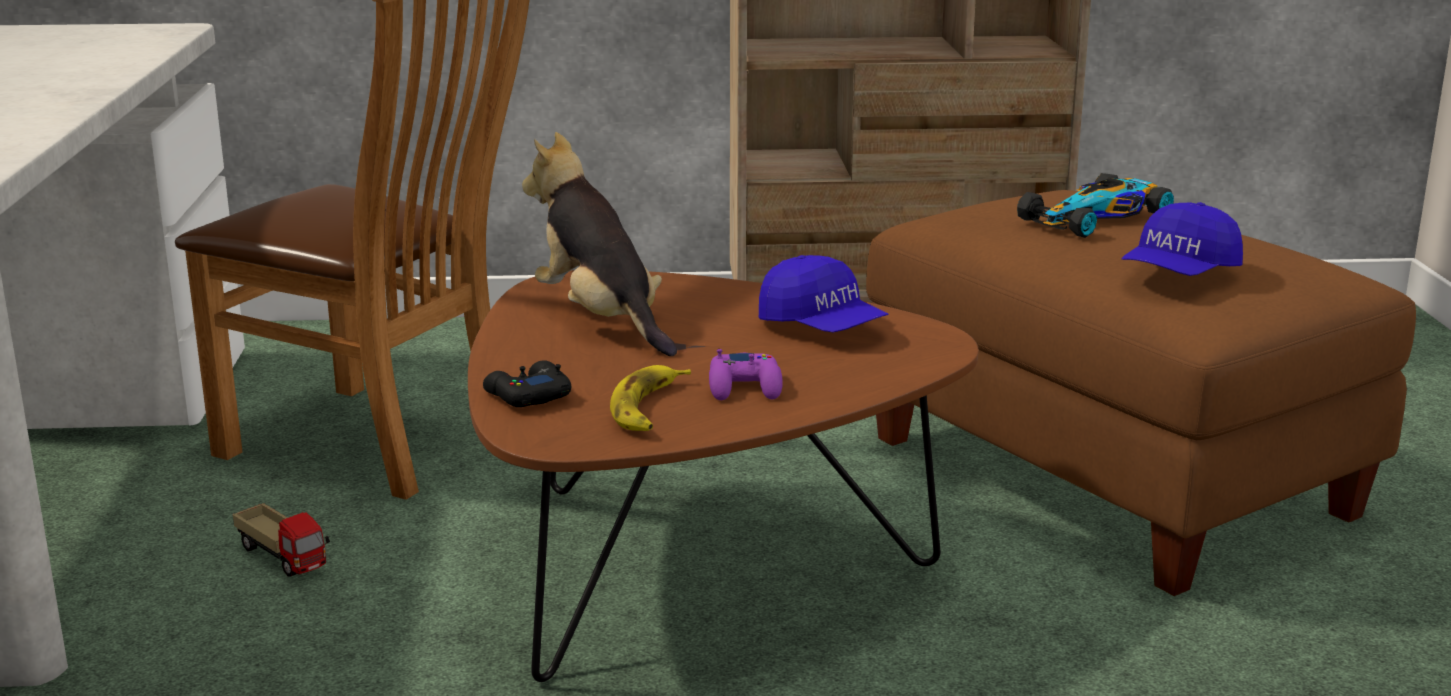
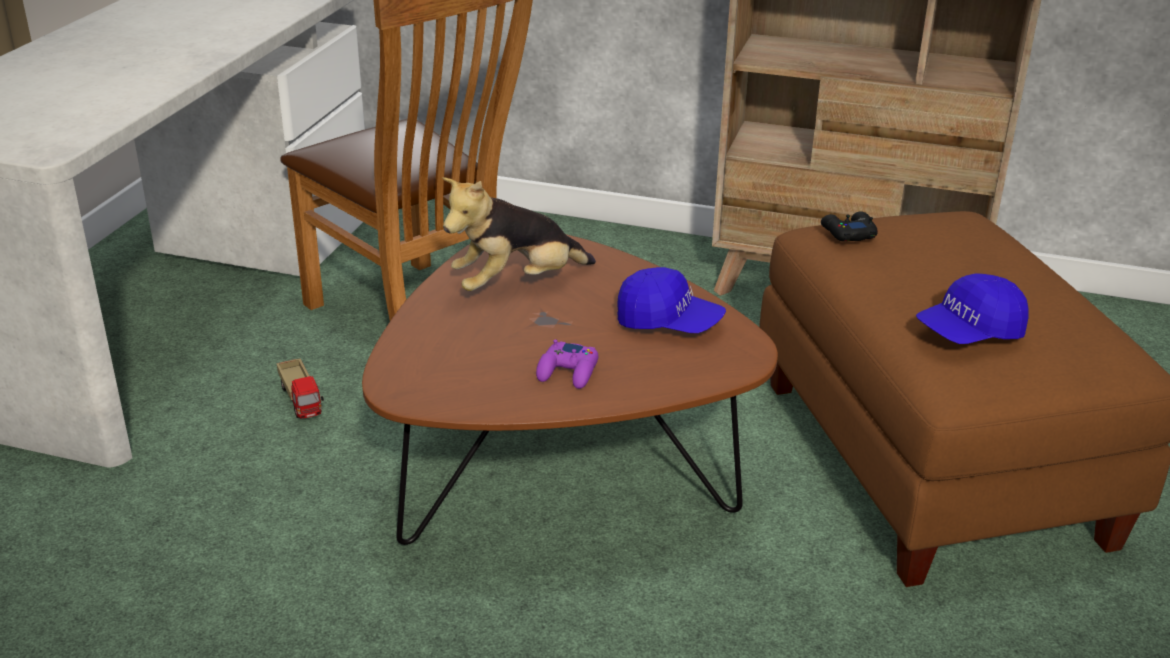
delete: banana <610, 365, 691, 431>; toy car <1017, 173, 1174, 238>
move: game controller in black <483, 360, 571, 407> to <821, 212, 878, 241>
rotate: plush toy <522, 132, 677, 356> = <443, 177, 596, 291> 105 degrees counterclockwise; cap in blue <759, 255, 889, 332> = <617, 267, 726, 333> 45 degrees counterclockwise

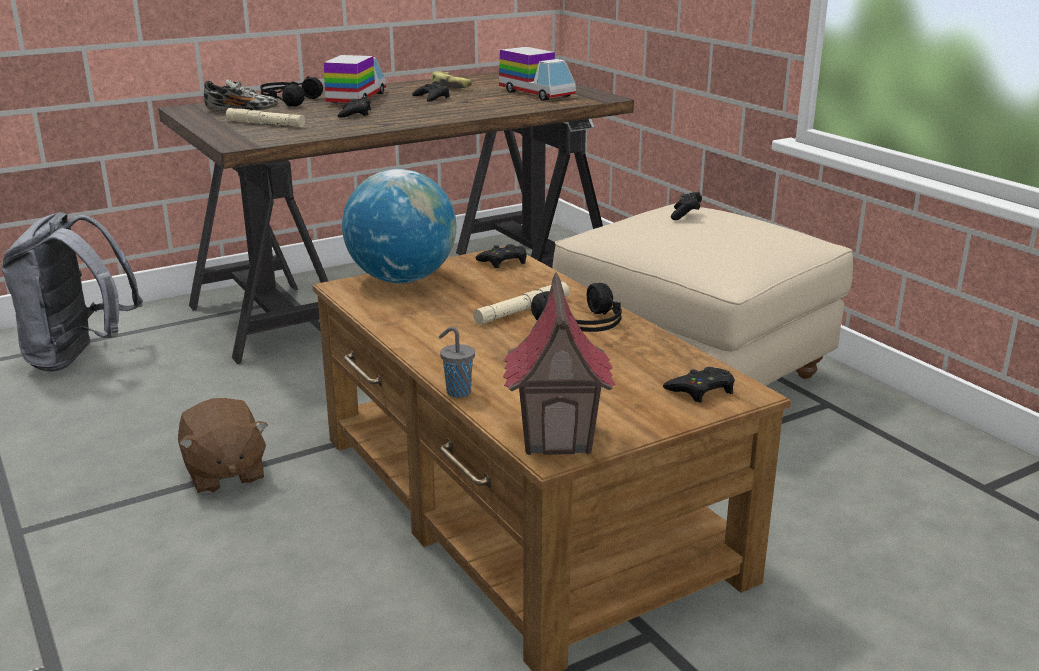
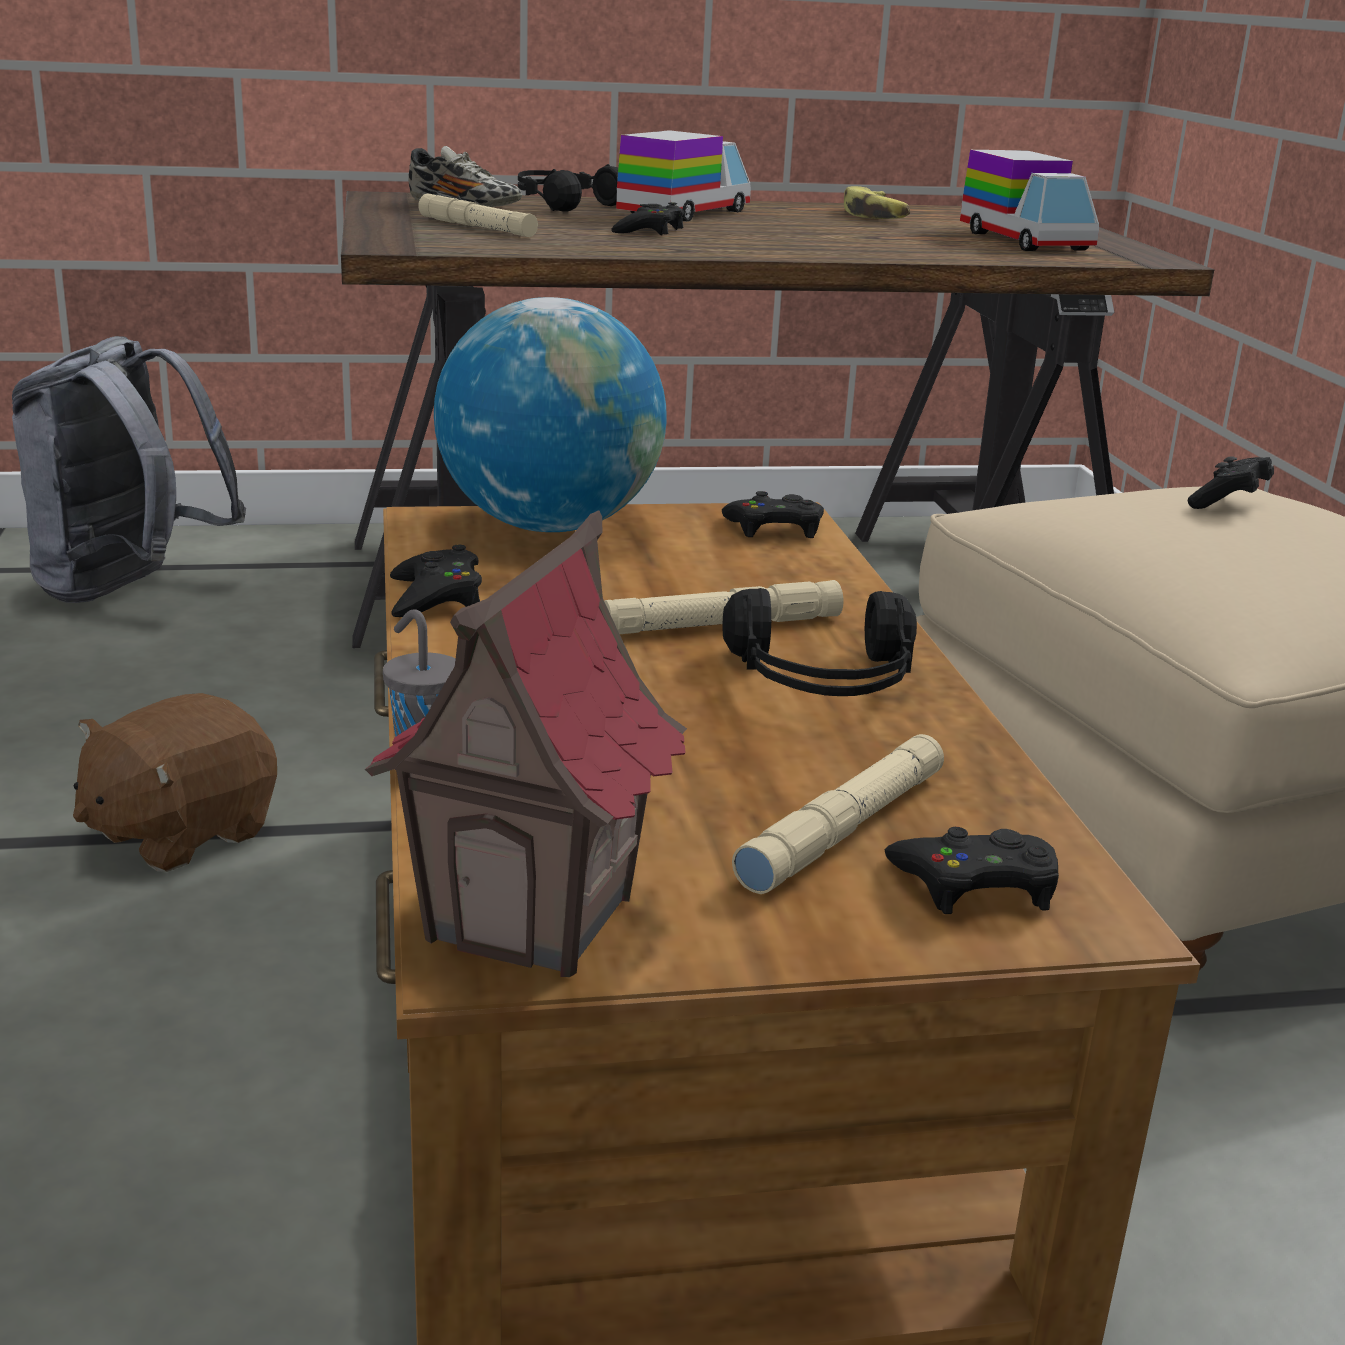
insert: flashlight in beige <732, 734, 944, 894>
move: game controller in black <412, 81, 450, 102> to <390, 545, 482, 617>
rotate: plush toy in brown <178, 398, 268, 494> = <73, 693, 277, 872> 45 degrees clockwise

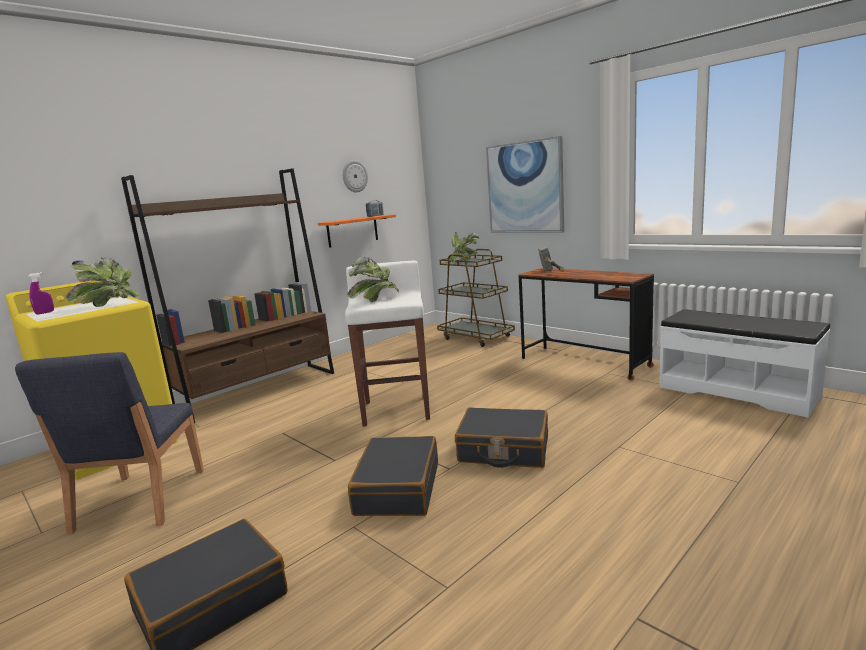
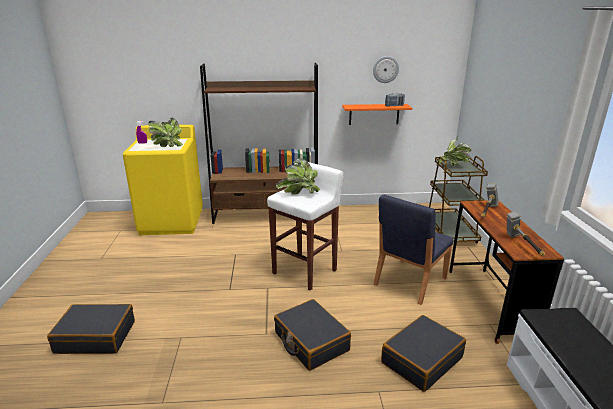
delete: picture <486, 136, 564, 233>
insert: hammer <507, 211, 545, 256>
move: chair in blue <15, 352, 204, 534> to <373, 195, 453, 305>; suitcase in black <348, 436, 438, 516> to <381, 315, 466, 392>

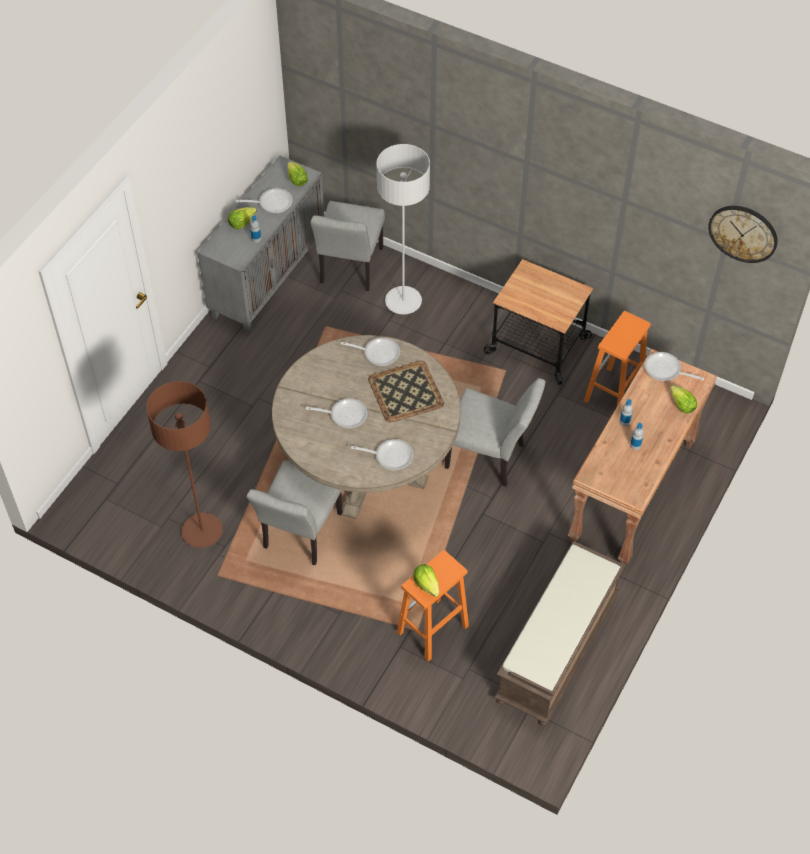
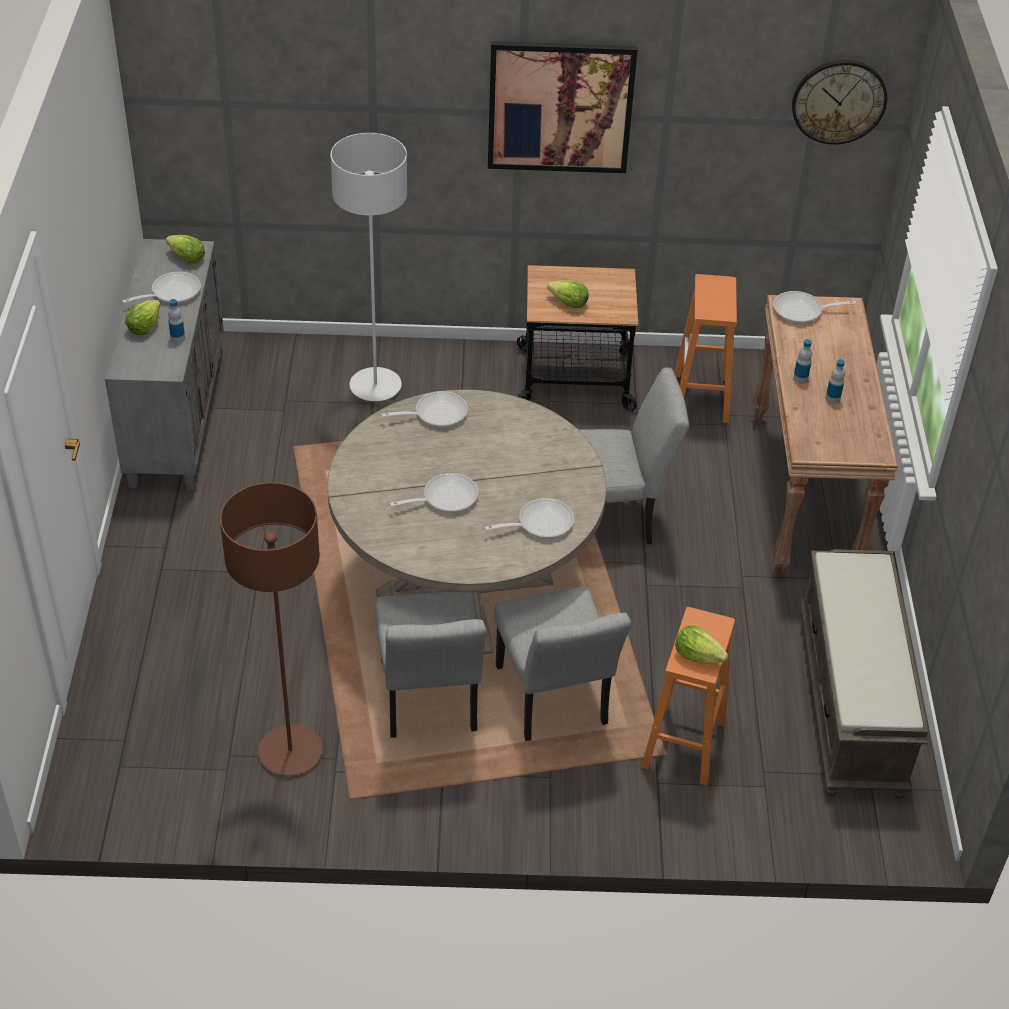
delete: tray <368, 361, 444, 423>
insert: picture <488, 41, 638, 173>
move: chair in grey <311, 201, 385, 291> to <494, 586, 631, 741>; lettuce <670, 385, 697, 413> to <547, 280, 589, 308>

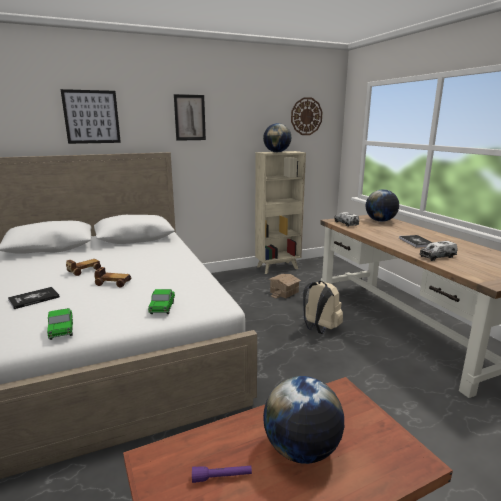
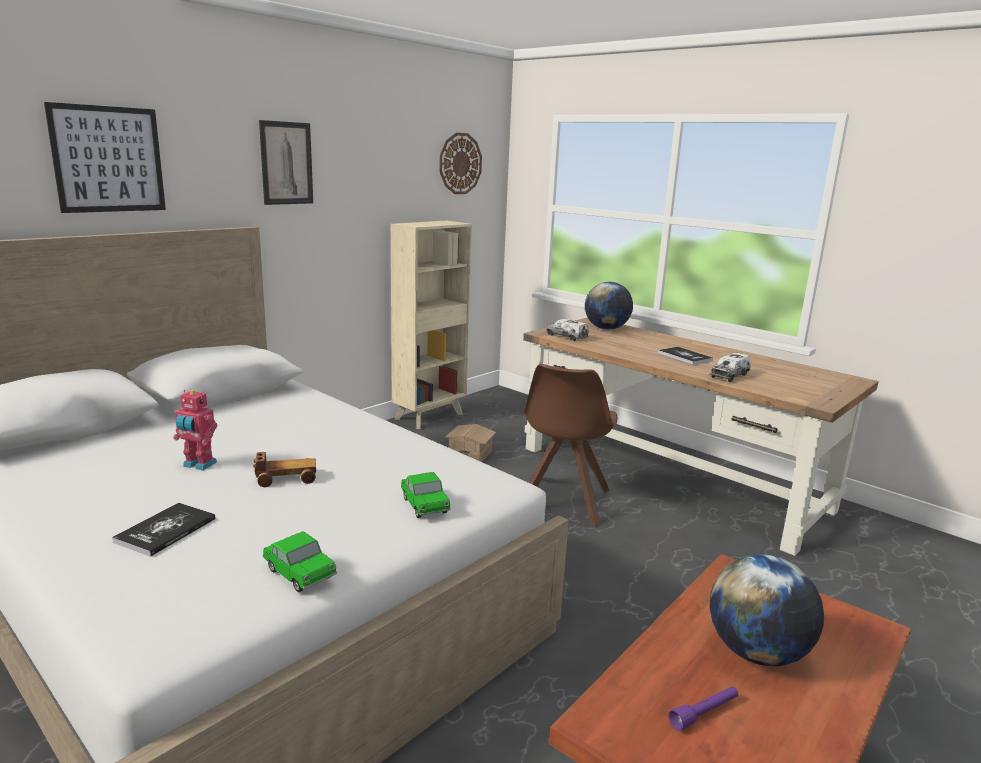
delete: globe <263, 123, 291, 152>
replace: toy car <66, 259, 101, 276> to toy robot <173, 390, 217, 470>; backpack in beige <303, 281, 343, 334> to chair in brown <524, 364, 618, 527>

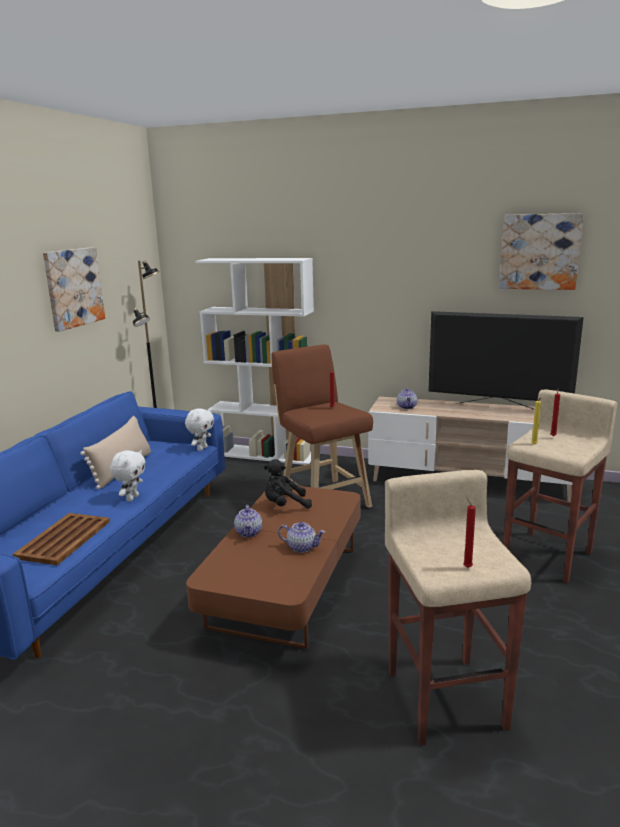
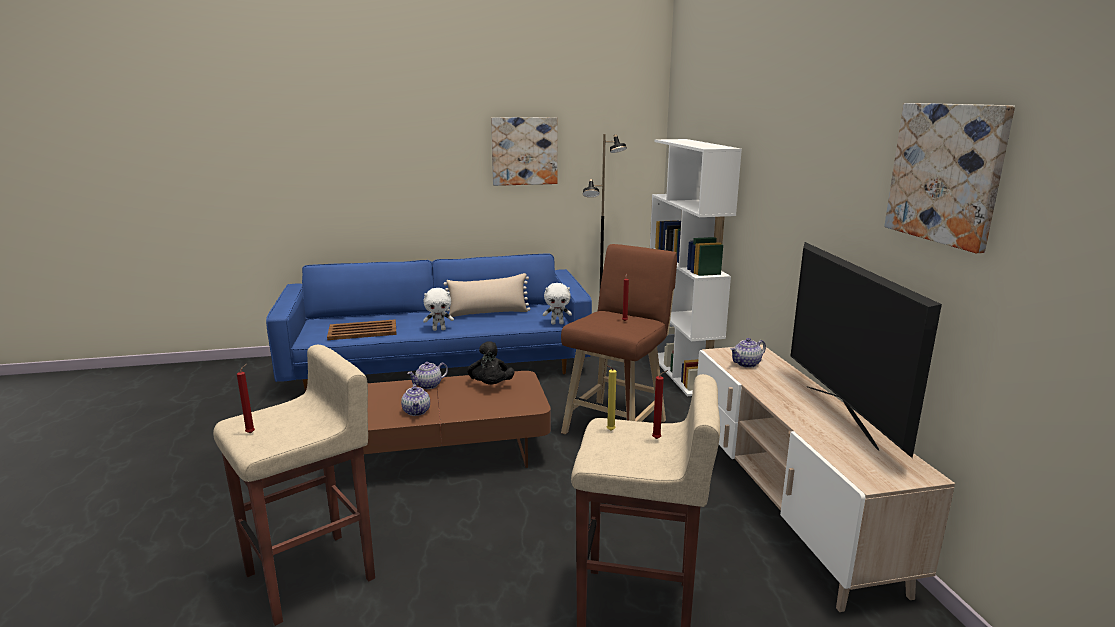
rotate: plush toy in black <264, 459, 312, 509> = <467, 341, 514, 385> 150 degrees counterclockwise

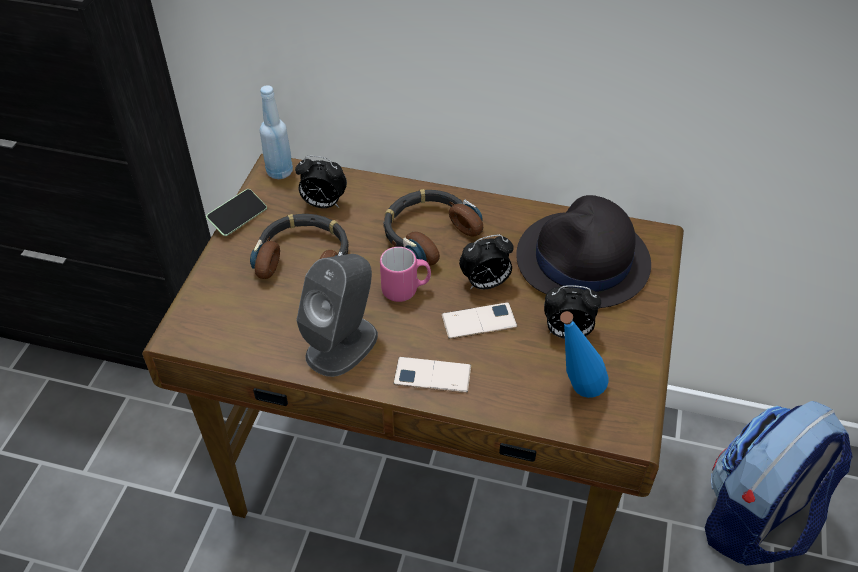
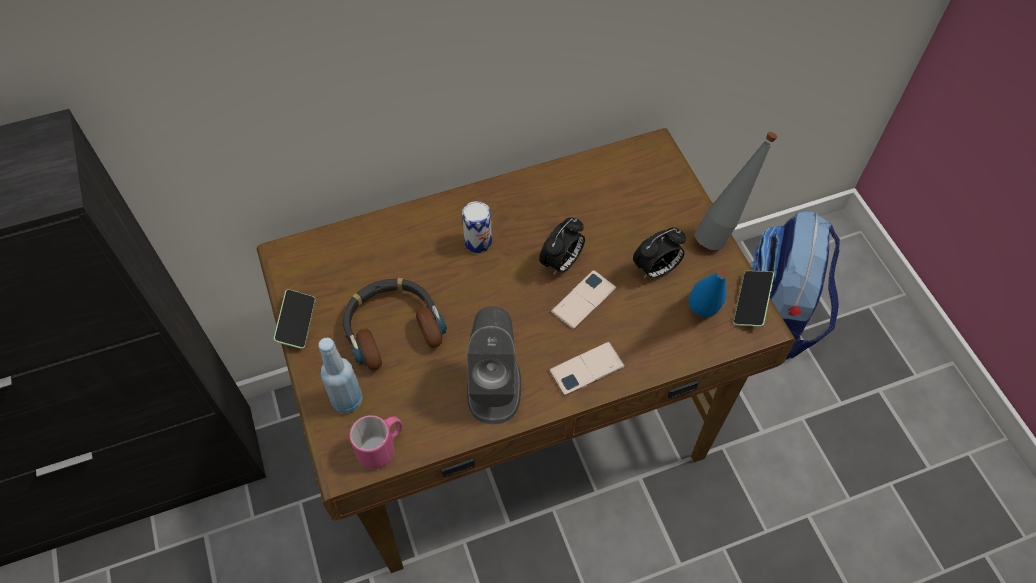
delete: alarm clock <295, 156, 347, 208>; hat in black <516, 195, 651, 308>
insert: bottle in grey <695, 132, 777, 251>; phone <733, 271, 774, 327>
move: bottle in blue <259, 85, 293, 179> to <318, 337, 363, 413>; mug in pink <380, 247, 431, 302> to <349, 415, 402, 469>
replace: headphones <383, 189, 483, 266> to can <462, 201, 492, 253>

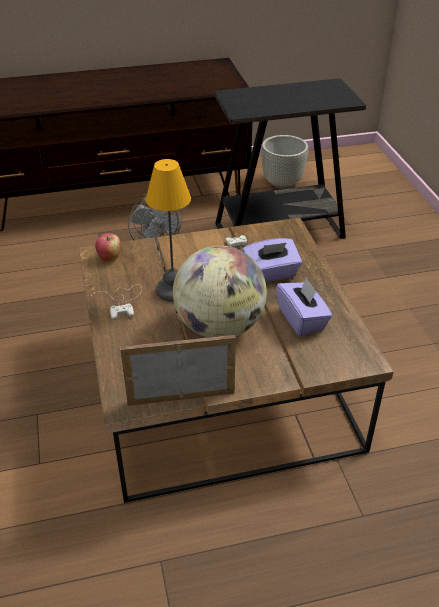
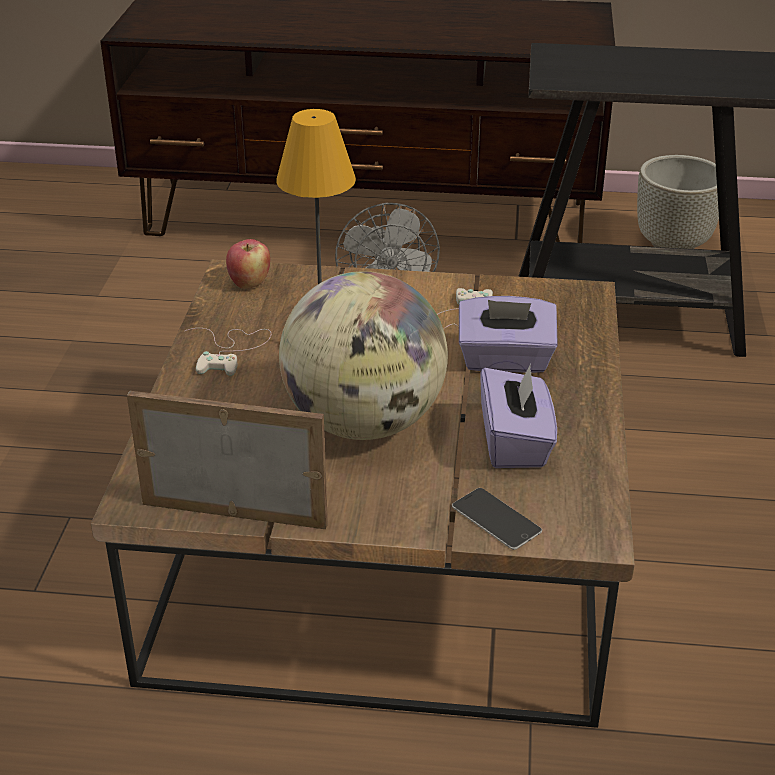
insert: phone <452, 488, 542, 550>

